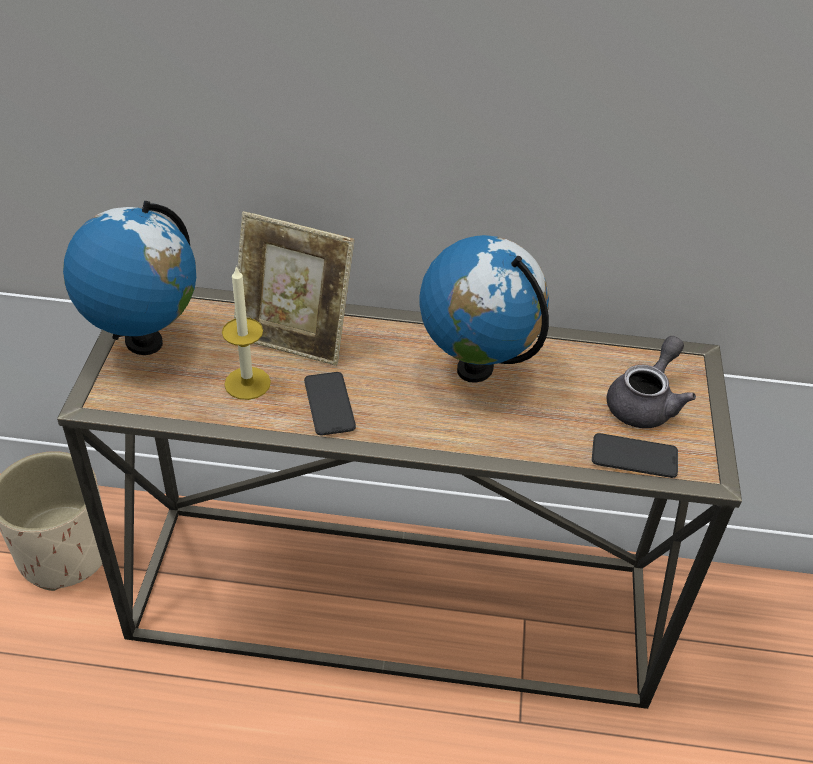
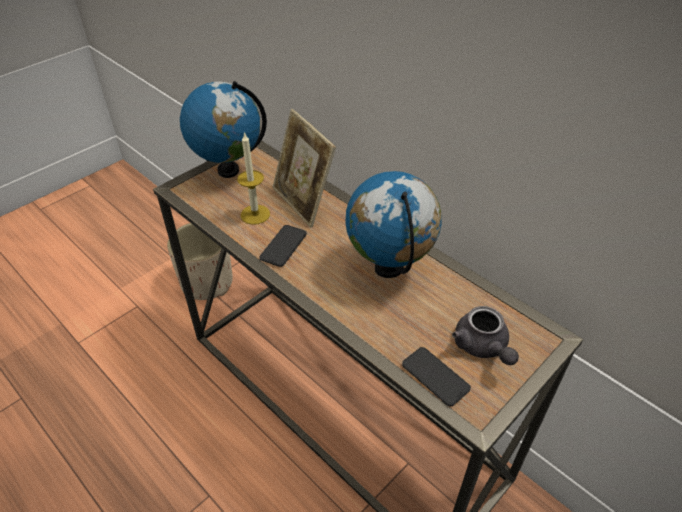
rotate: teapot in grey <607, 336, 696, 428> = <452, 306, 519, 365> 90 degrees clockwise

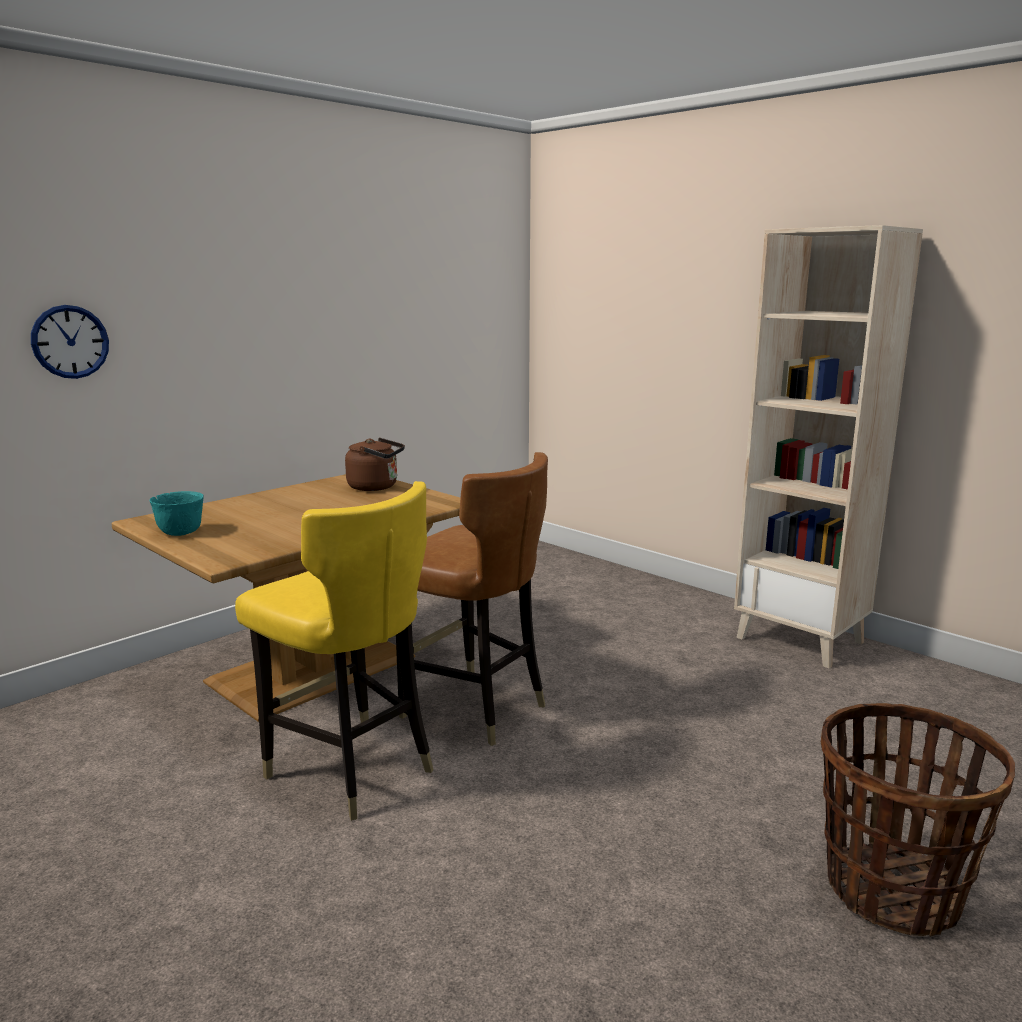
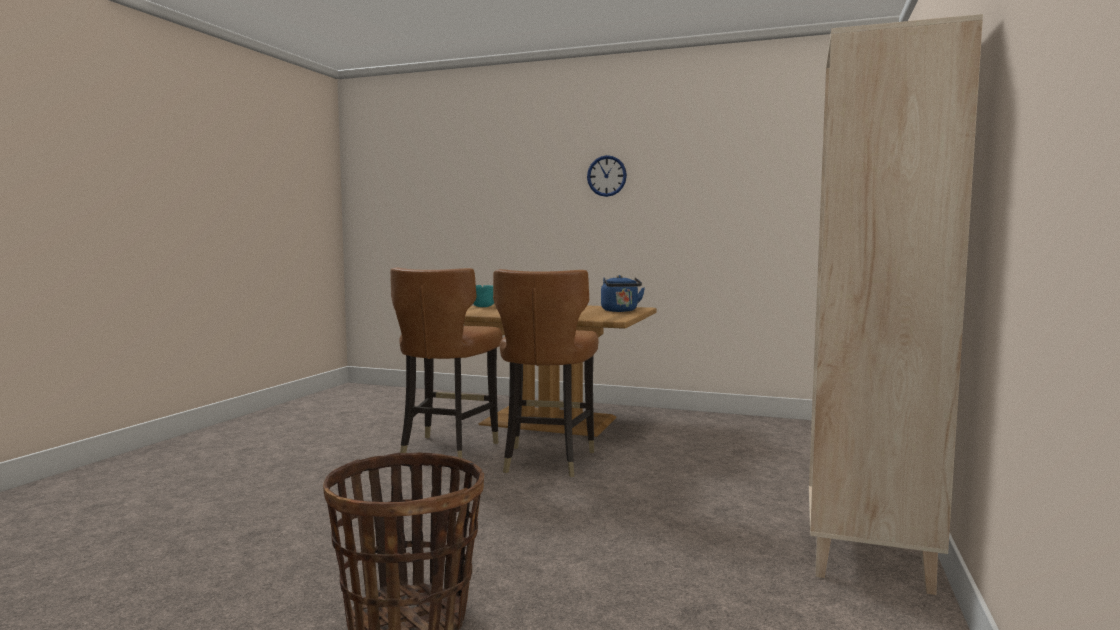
move: wall clock <31, 305, 109, 379> to <587, 155, 627, 197>
recolor: chair in yellow <235, 481, 434, 821> to chair in brown <390, 267, 503, 458>; kettle in brown <345, 438, 405, 491> to kettle in blue <601, 275, 645, 312>

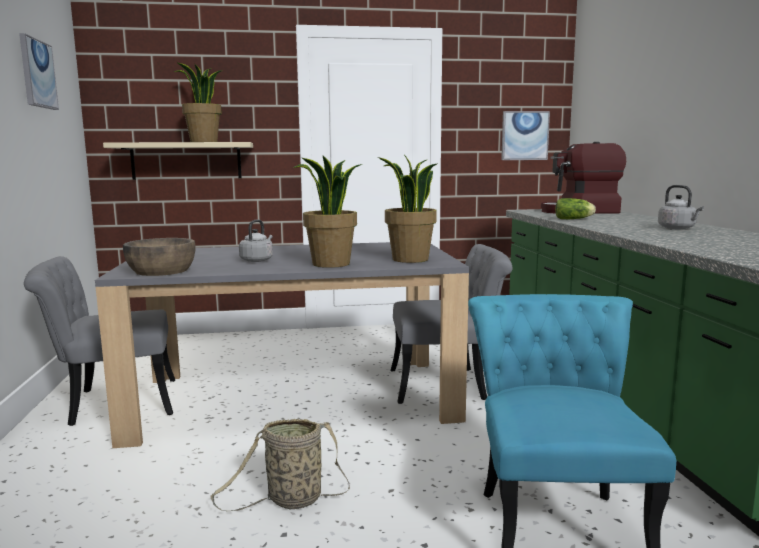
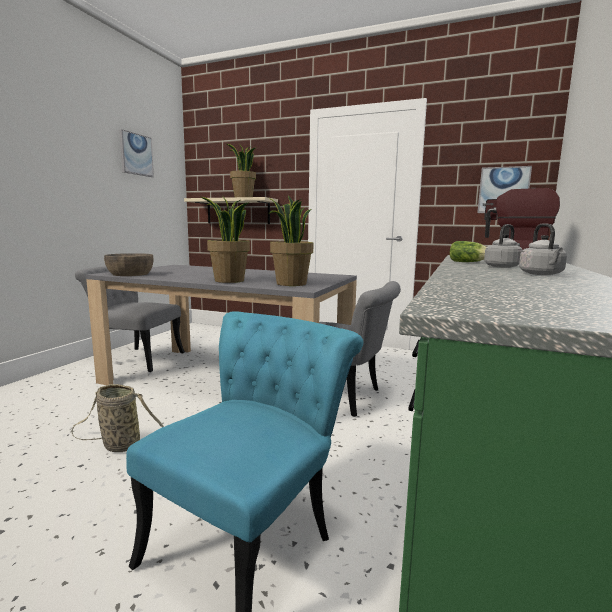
move: kettle in grey <239, 219, 273, 262> to <484, 224, 523, 268>

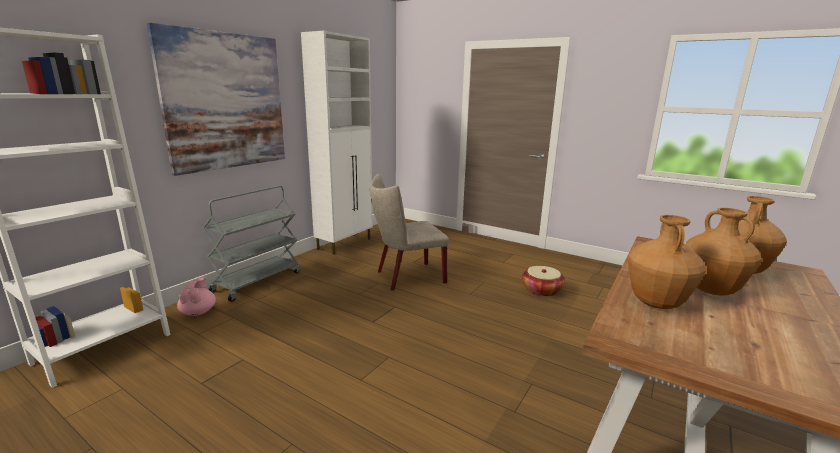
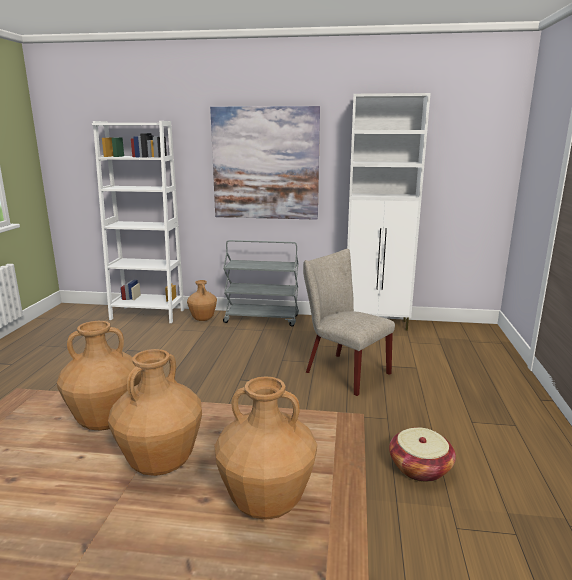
replace: teapot in pink <177, 278, 216, 316> to vase in brown <187, 280, 217, 321>

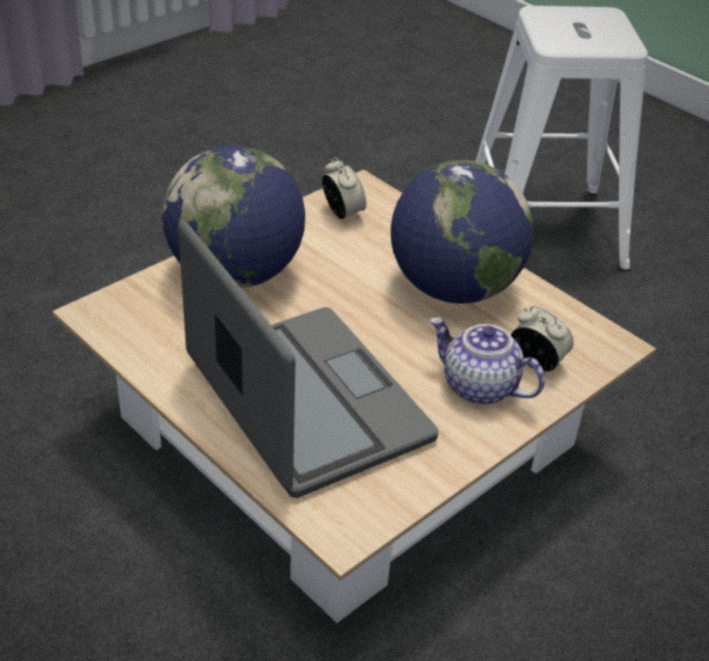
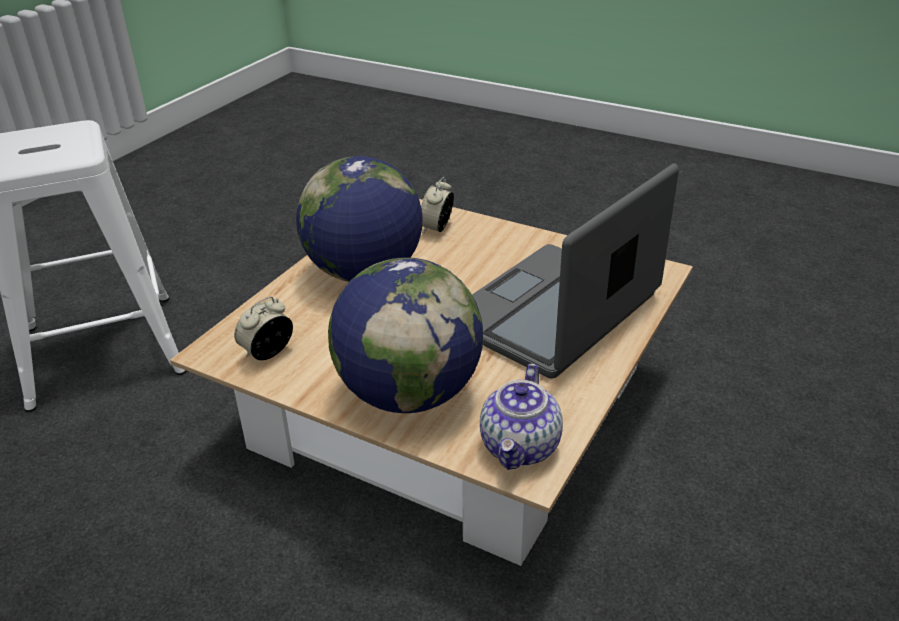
move: teapot <430, 317, 545, 405> to <480, 364, 563, 470>

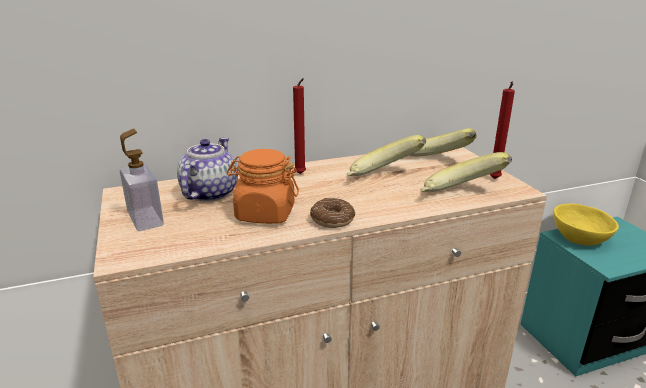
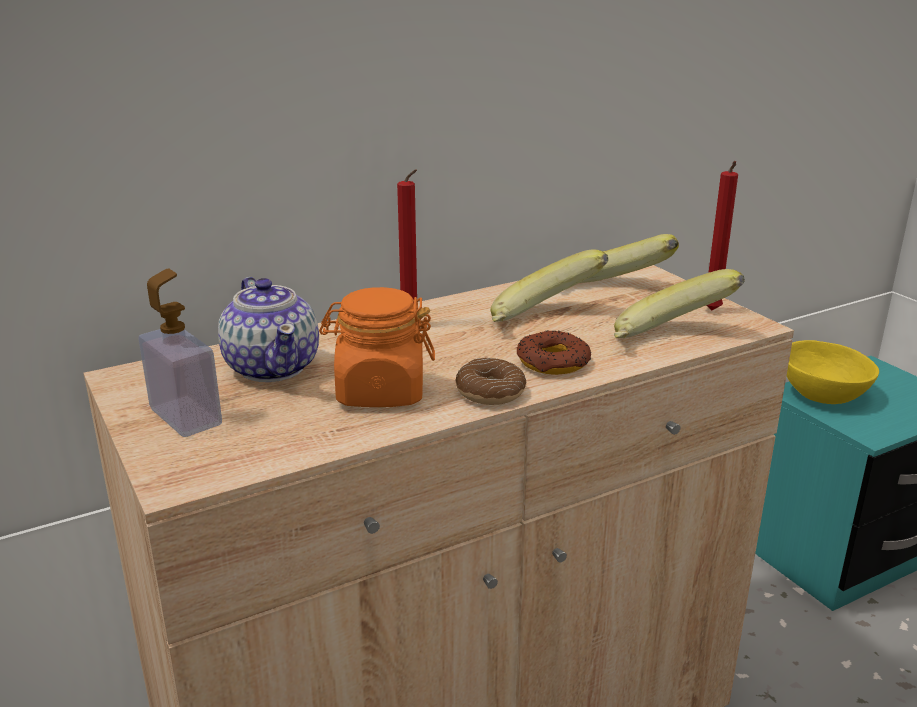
insert: donut <517, 330, 591, 375>
rotate: teapot <177, 137, 238, 202> = <218, 277, 319, 382> 150 degrees clockwise

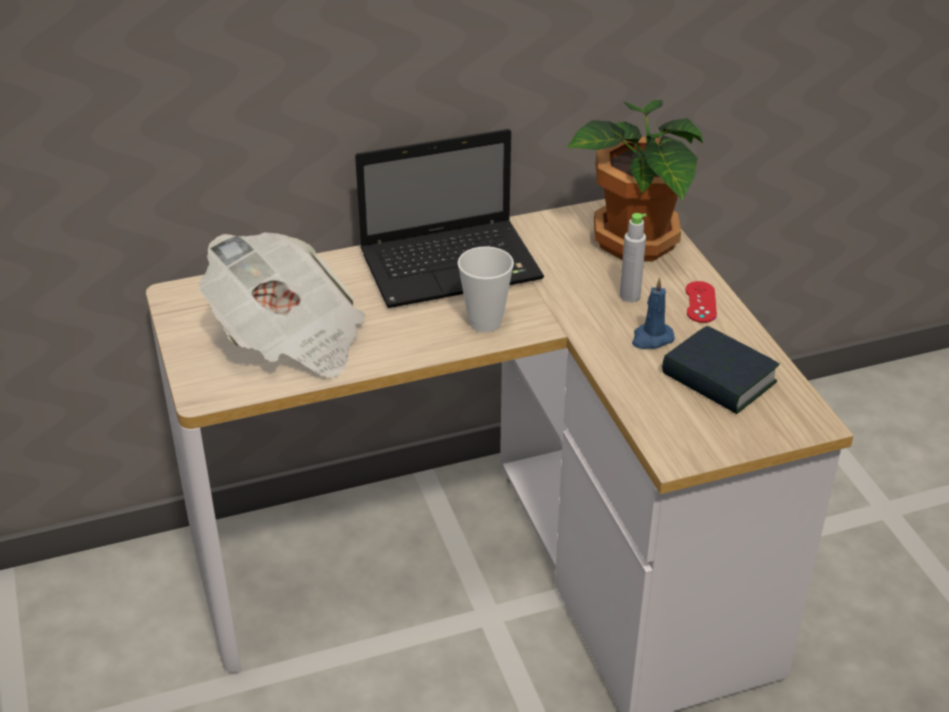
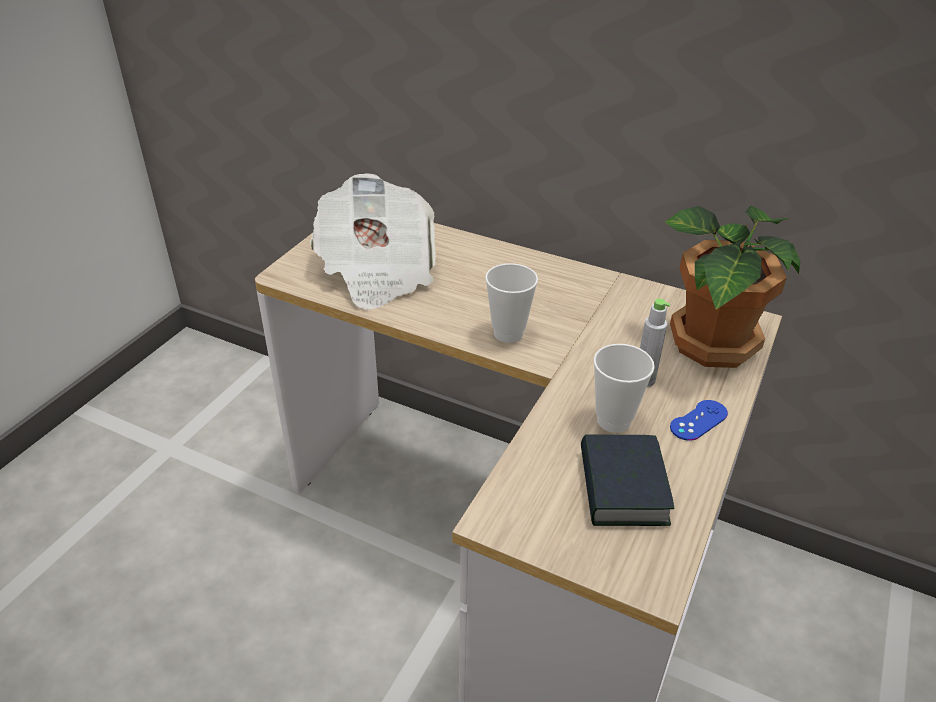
delete: laptop <355, 129, 544, 308>
replace: candle in blue <632, 277, 675, 349> to cup <594, 344, 655, 433>
recolor: game controller in red <685, 281, 717, 323> to game controller in blue <670, 400, 728, 441>

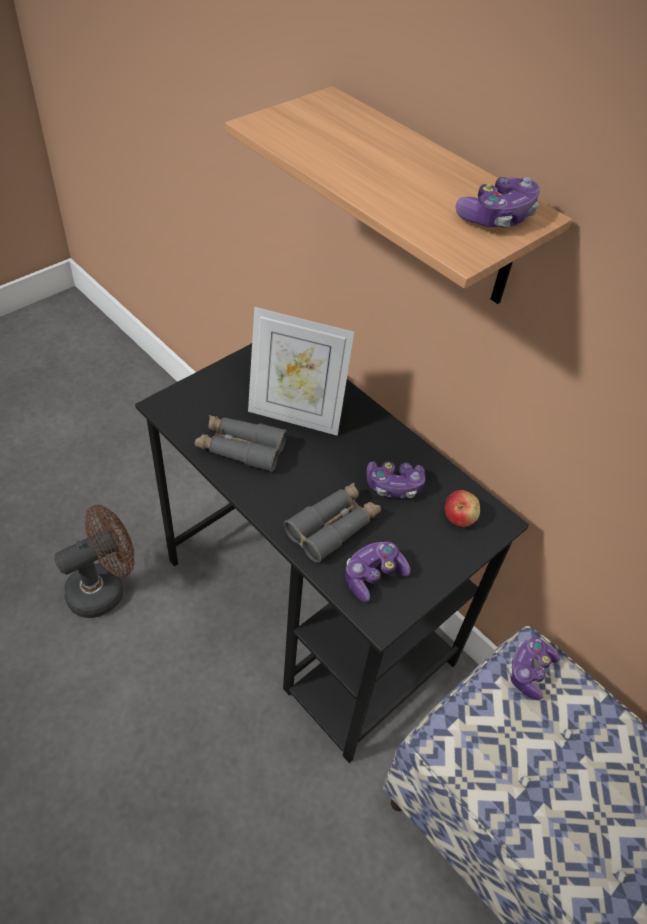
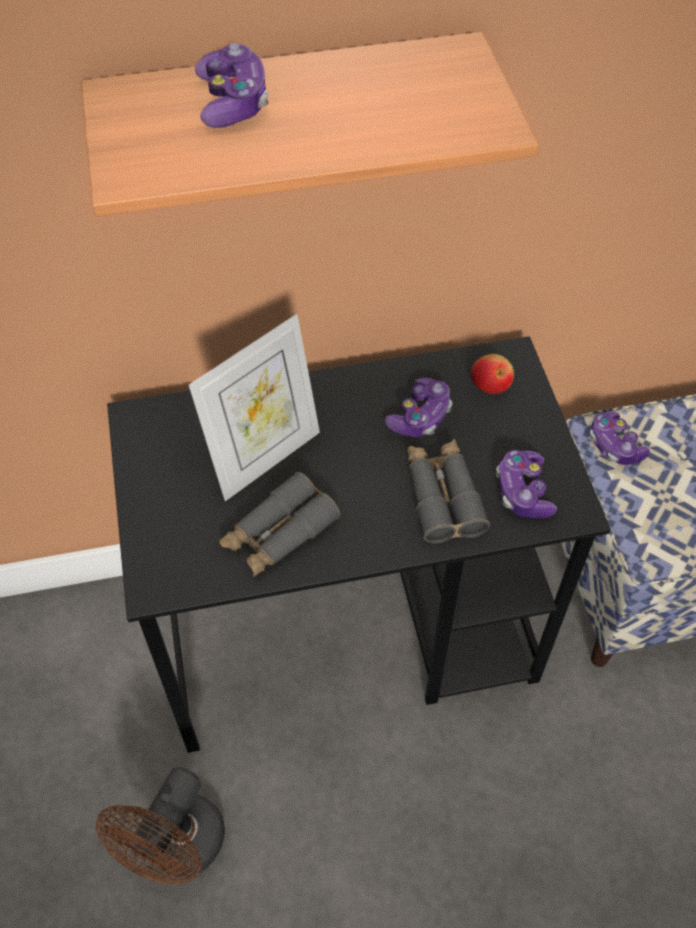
move: game controller <455, 177, 540, 228> to <195, 43, 269, 128>
rotate: fan in brown <54, 504, 134, 618> = <96, 767, 225, 884> 150 degrees counterclockwise

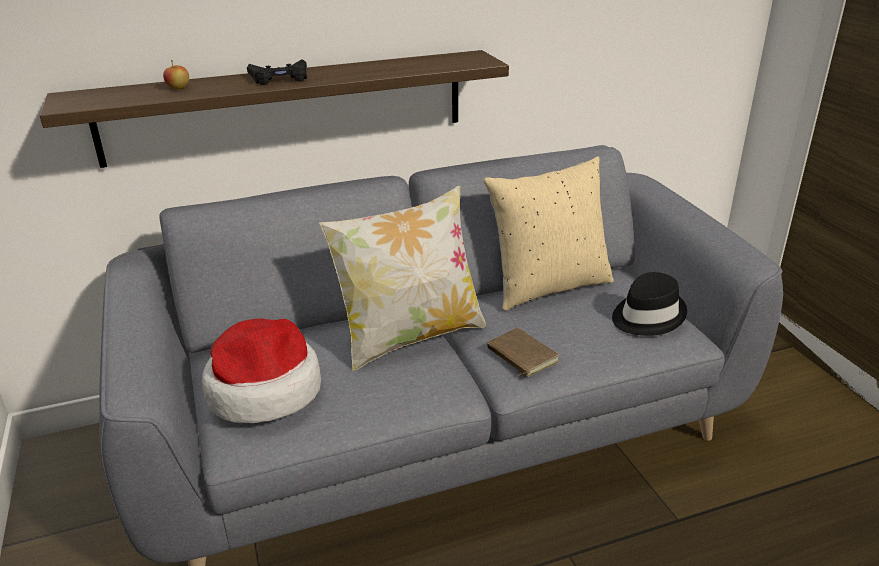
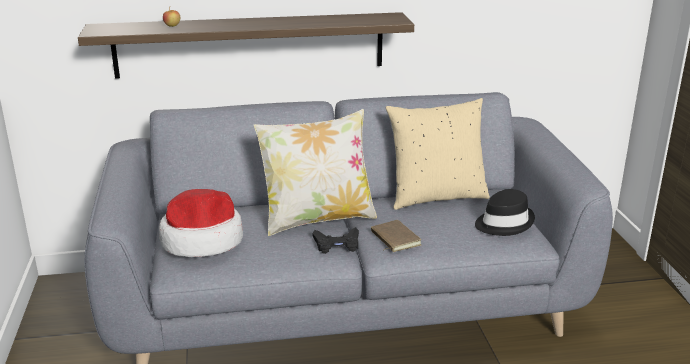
move: game controller in black <247, 59, 307, 85> to <313, 227, 359, 254>

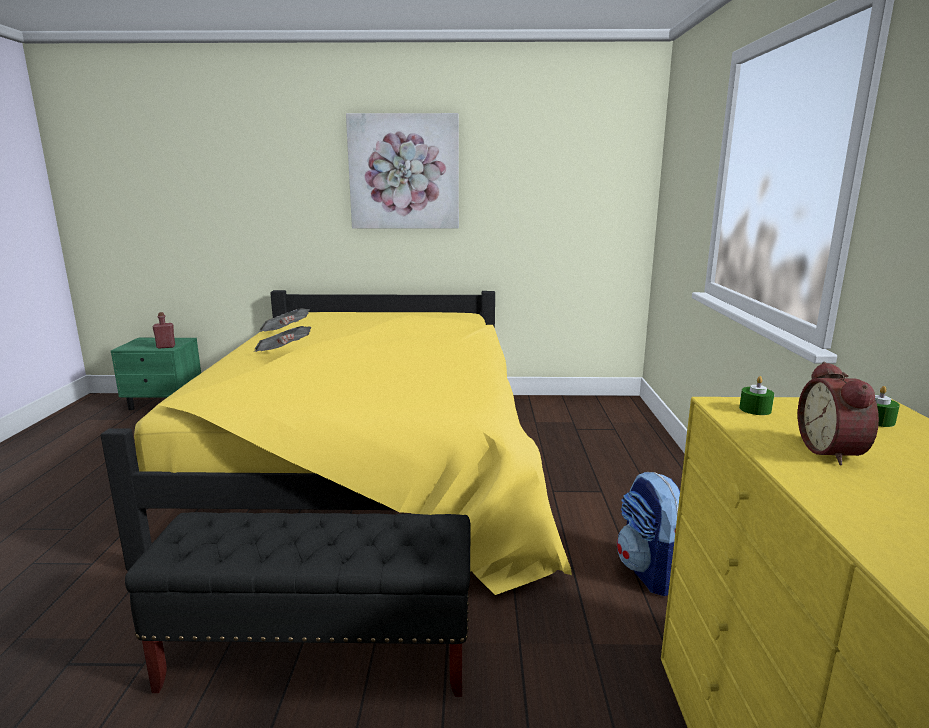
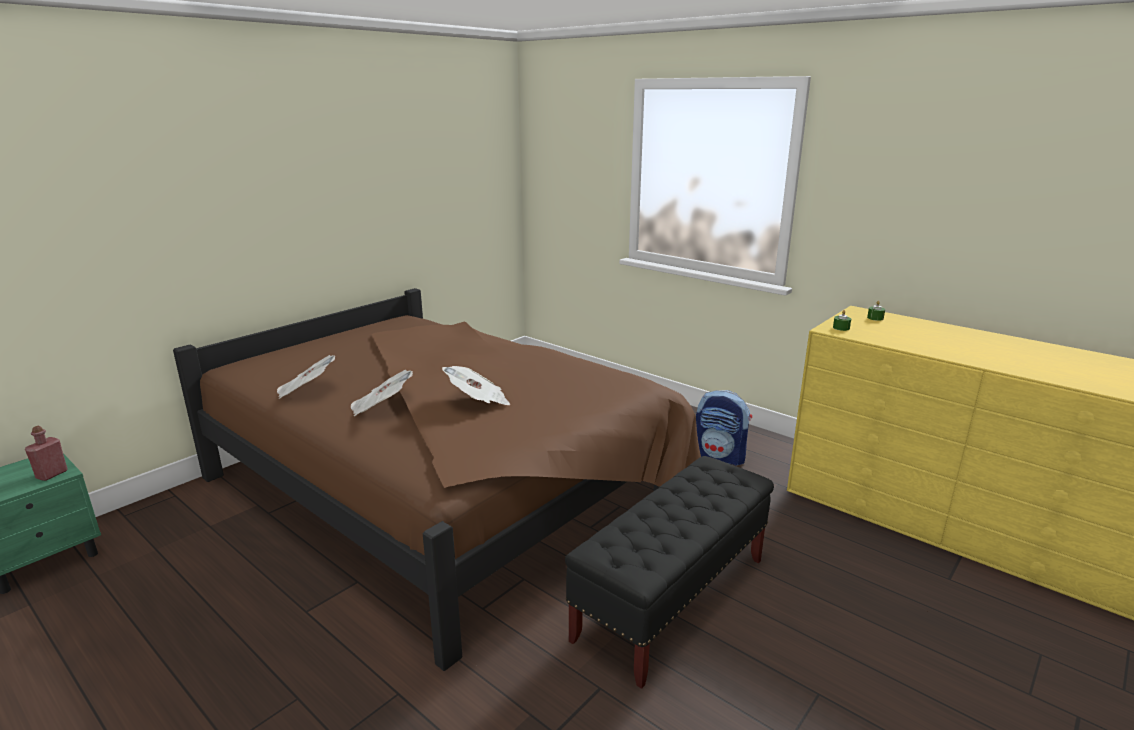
delete: picture <346, 113, 459, 229>; alarm clock <798, 362, 879, 465>
insert: newspaper <442, 366, 511, 405>
recolor: bed in yellow <100, 290, 572, 595> to bed in brown <173, 288, 701, 671>

